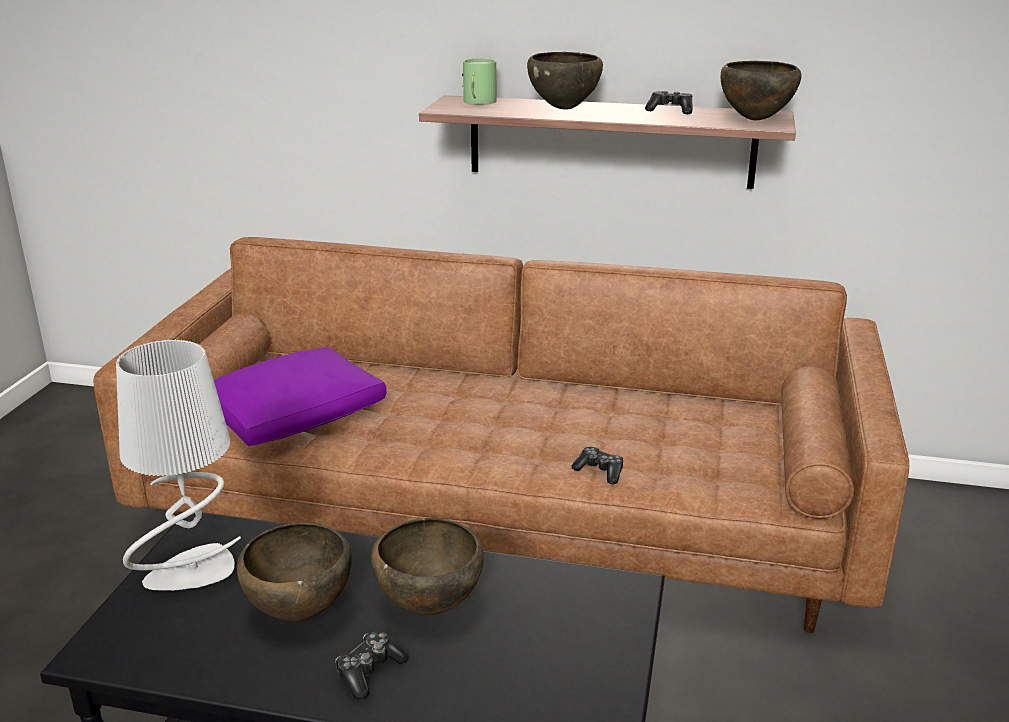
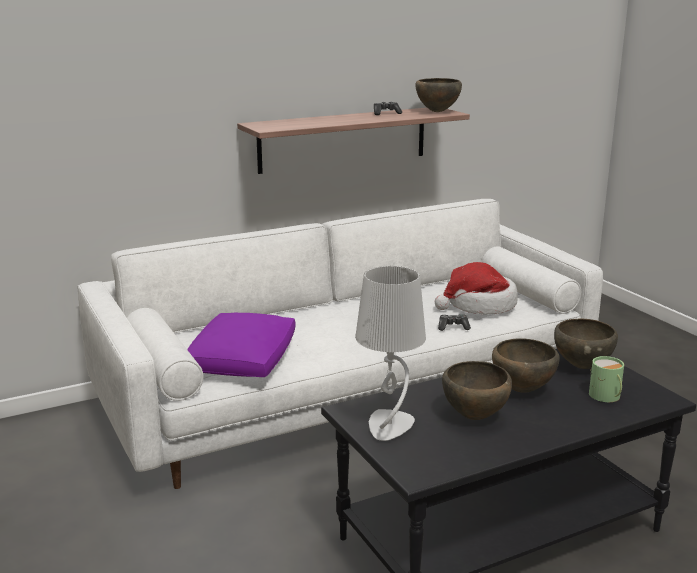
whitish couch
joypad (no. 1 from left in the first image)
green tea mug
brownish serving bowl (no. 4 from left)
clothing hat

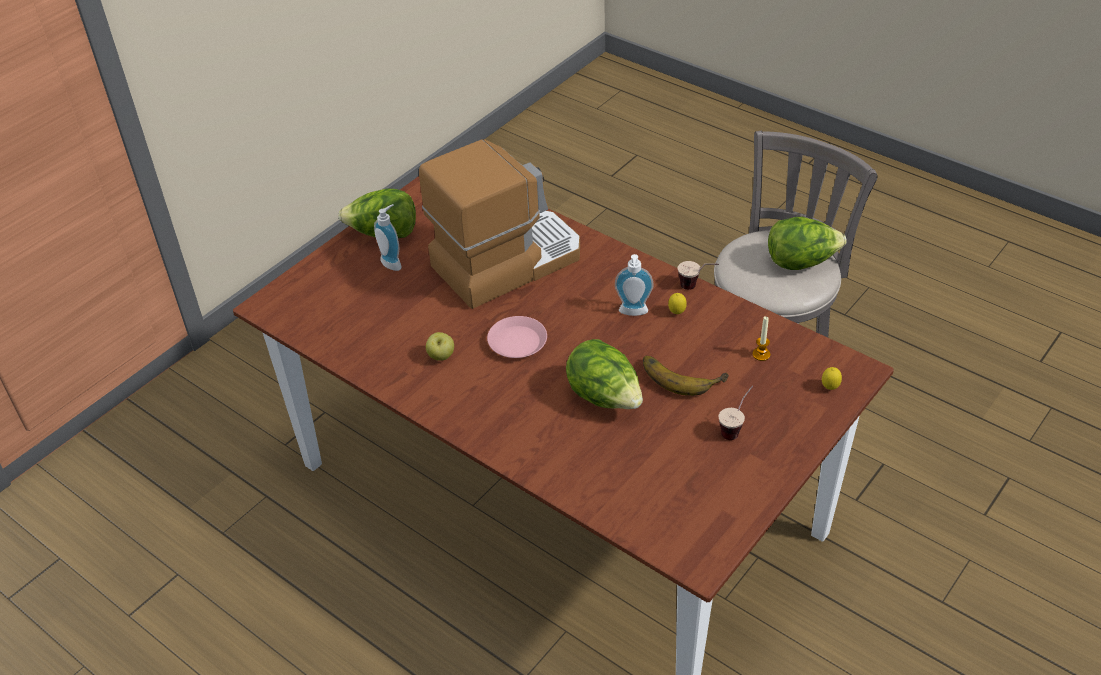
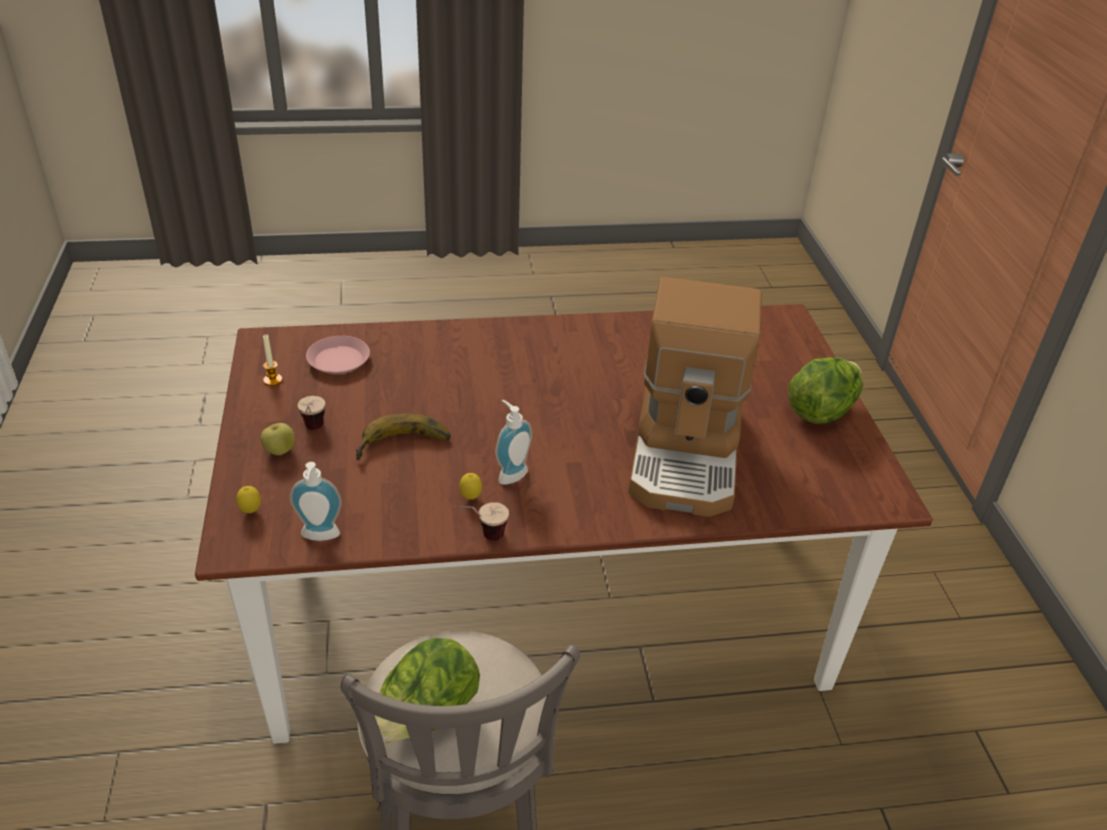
liquid soap bottle (no. 1 from left)
apple
pink-coloured dinner plate
lettuce (no. 2 from left in the first image)
wax light

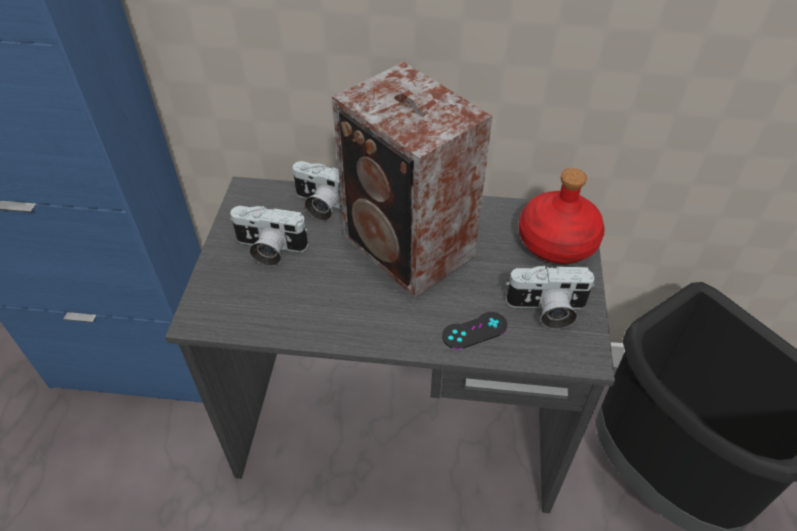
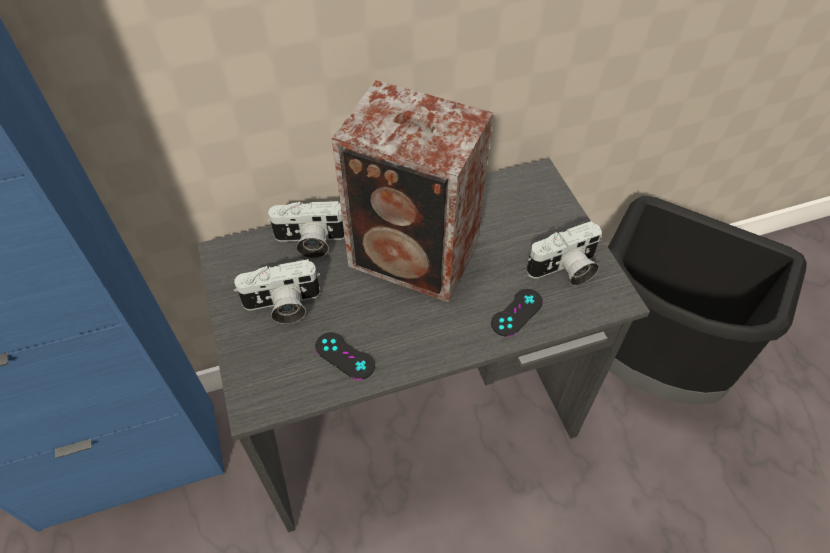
red drink bottle
blackish joypad (no. 1 from left)

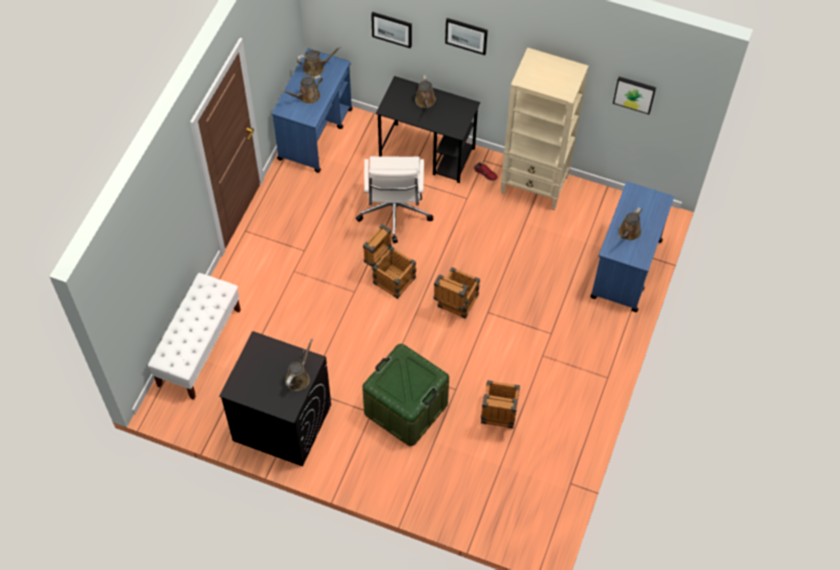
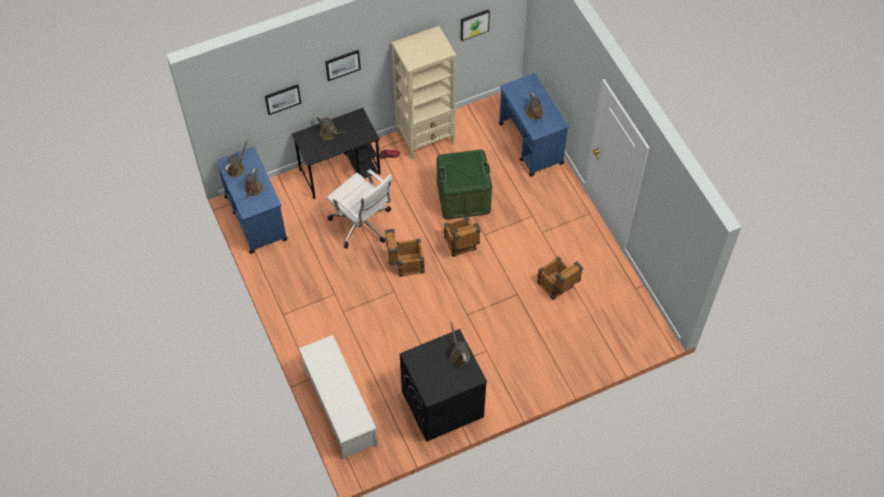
whitish shoe rack
green storage bin

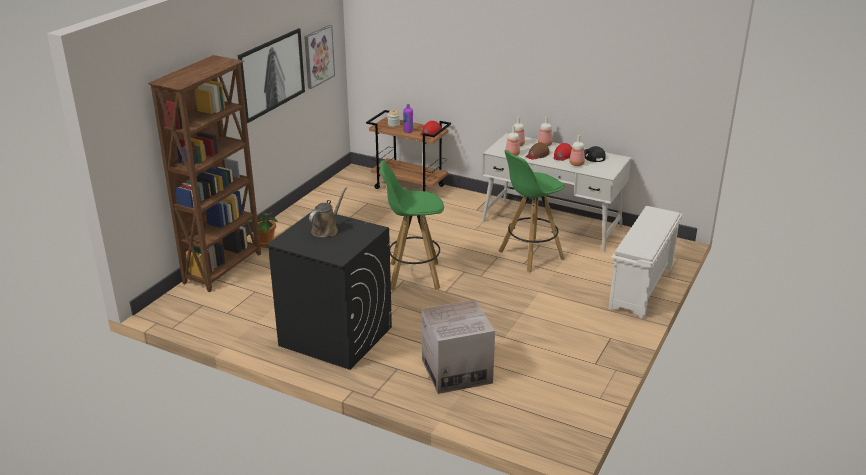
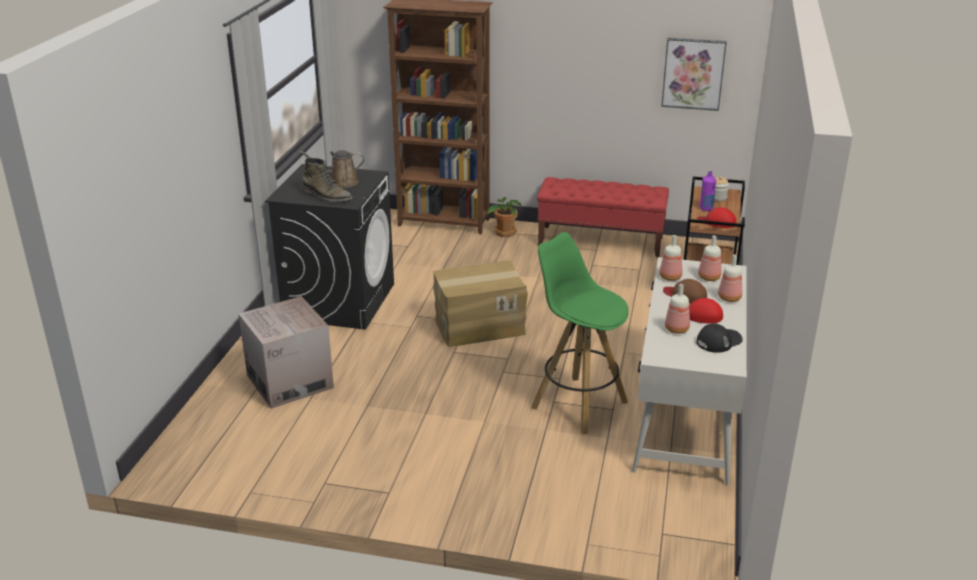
wall picture (no. 1 from left in the first image)
brownish watering can
cardboard box (no. 2 from left)
whitish shoe rack
green tall boot
red indoor bench

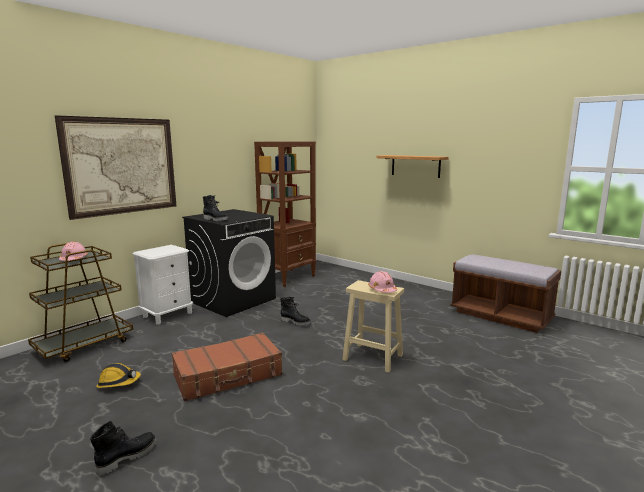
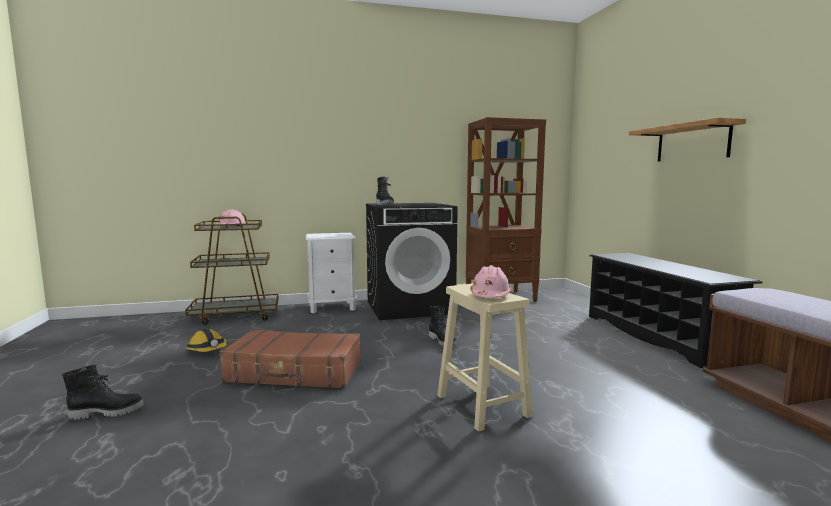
wall picture
blackish shoe rack

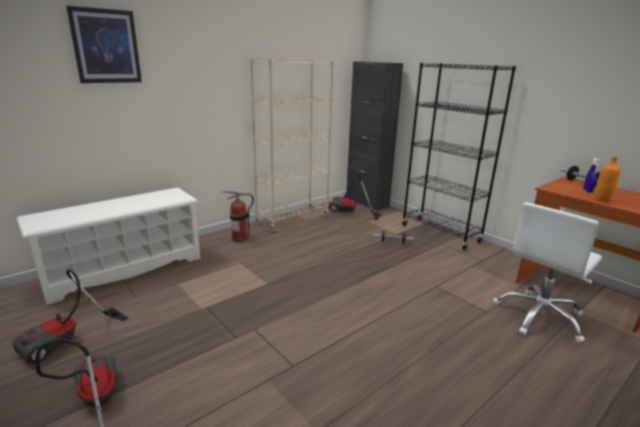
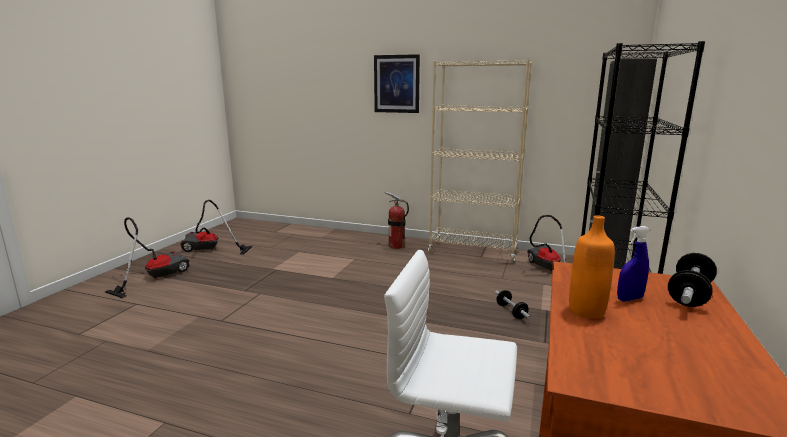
whitish shoe rack
wall picture

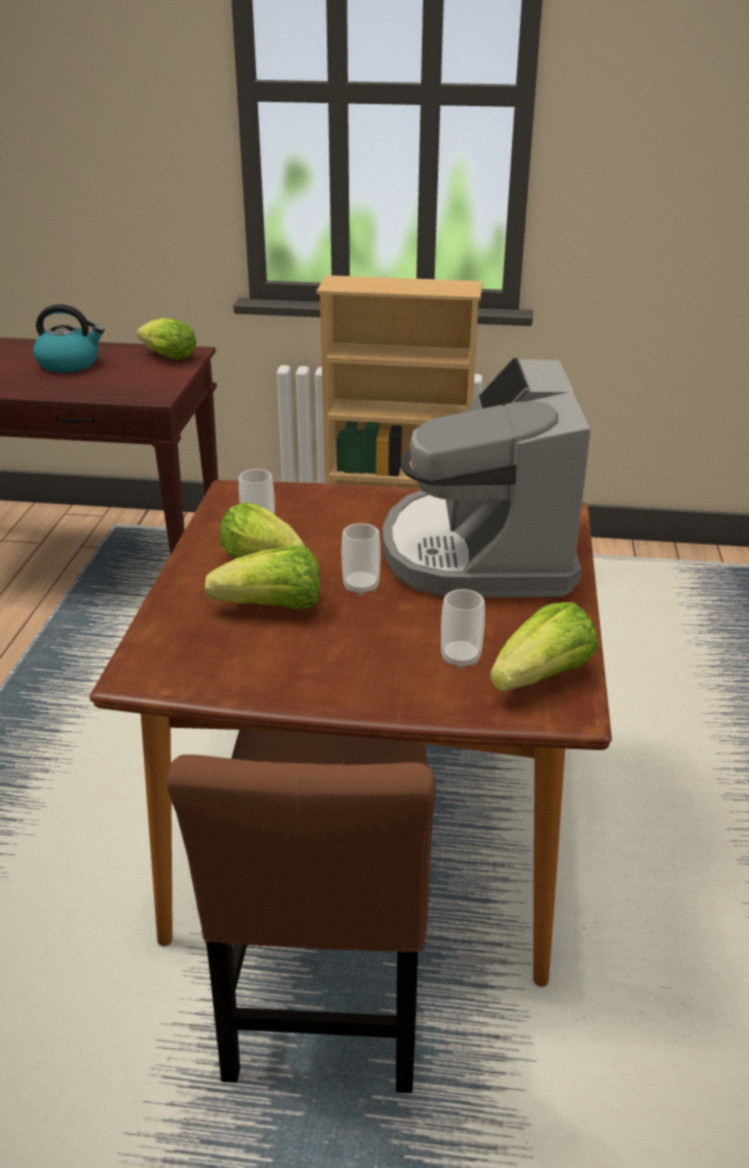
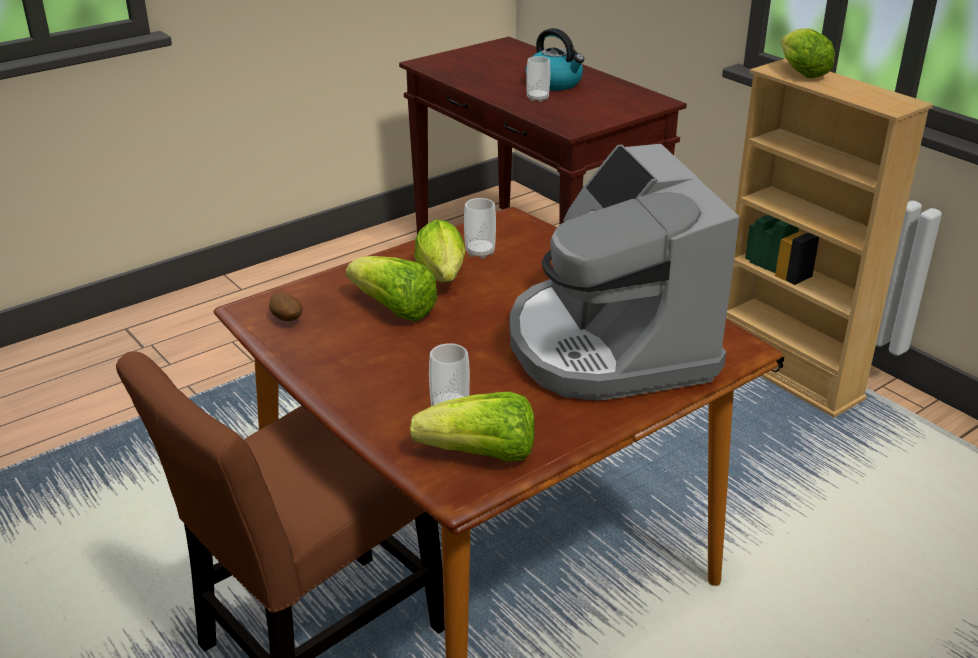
lettuce (no. 4 from left)
small cup (no. 3 from left)
coffee machine
spud

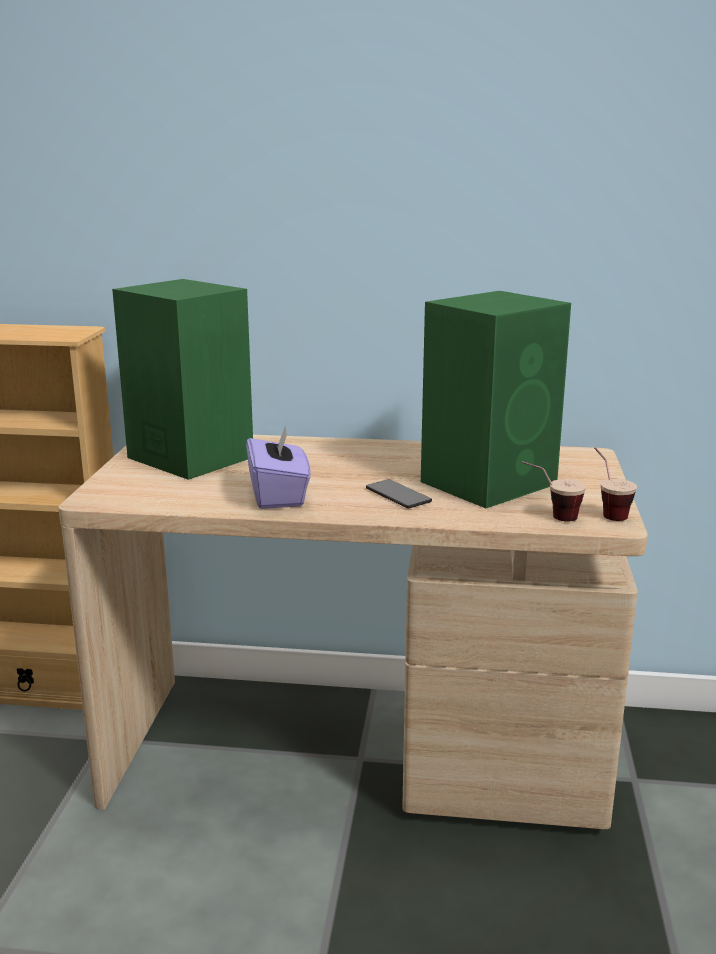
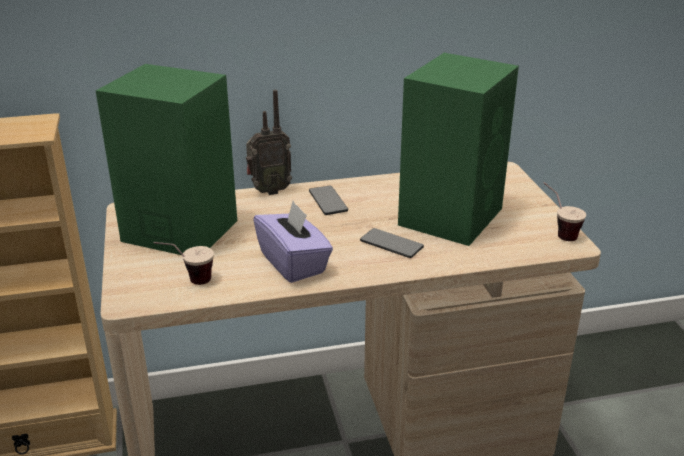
small cup (no. 1 from left)
radio set
handset (no. 1 from left)

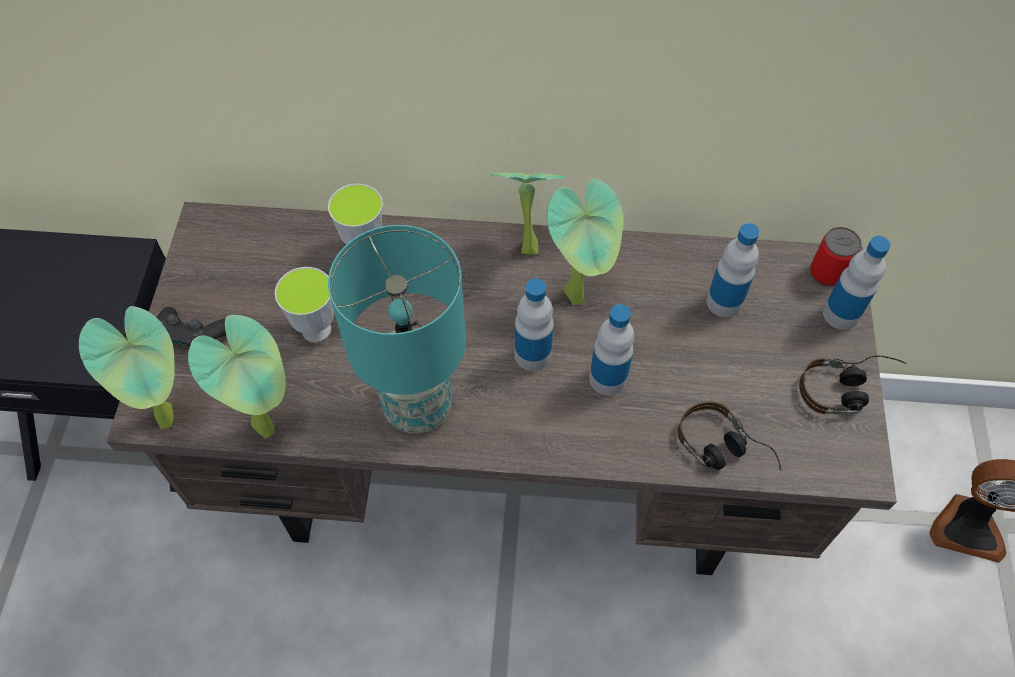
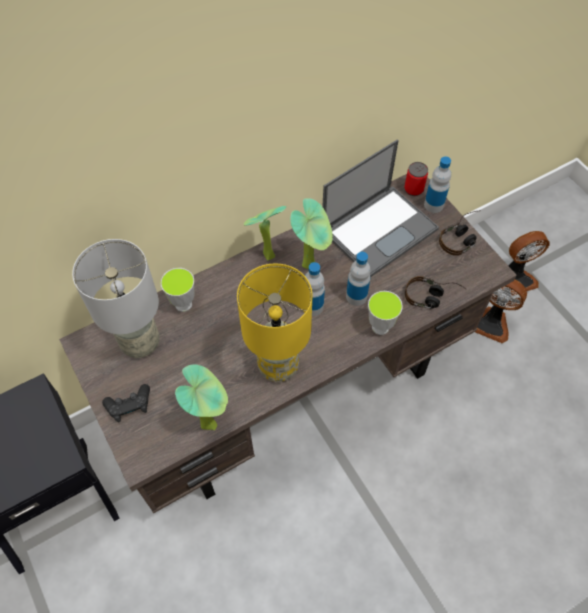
potted plant (no. 1 from left in the first image)
small cup (no. 2 from left)
yellow-coloured lamp for a table
laptop
grey lamp for a table
cooling fan (no. 1 from left)

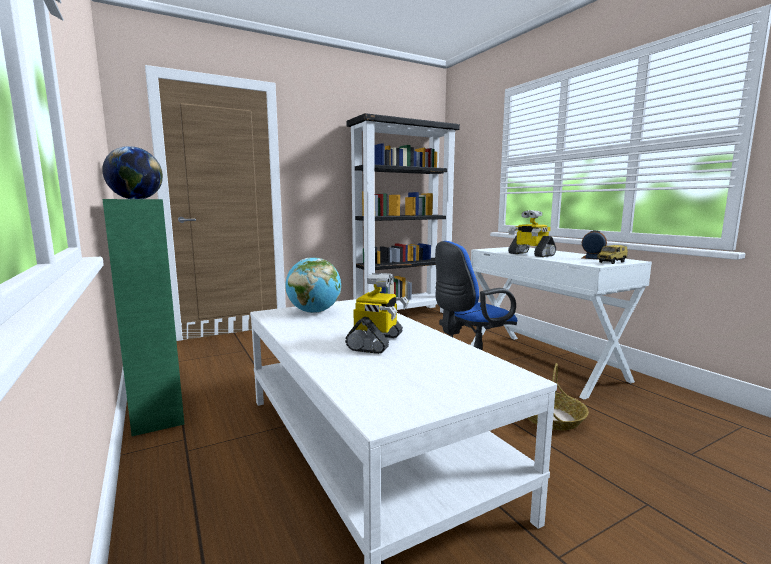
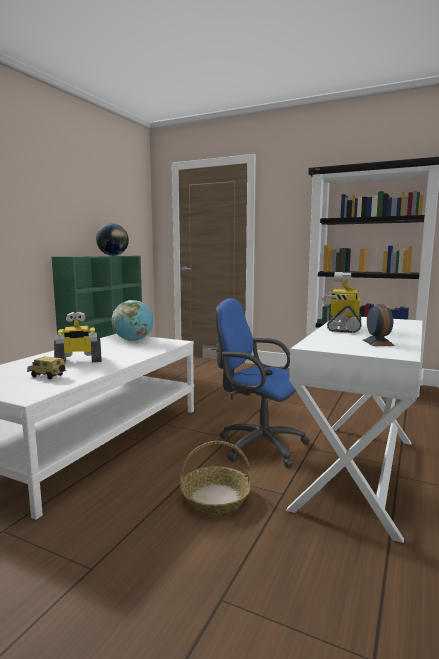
model car

